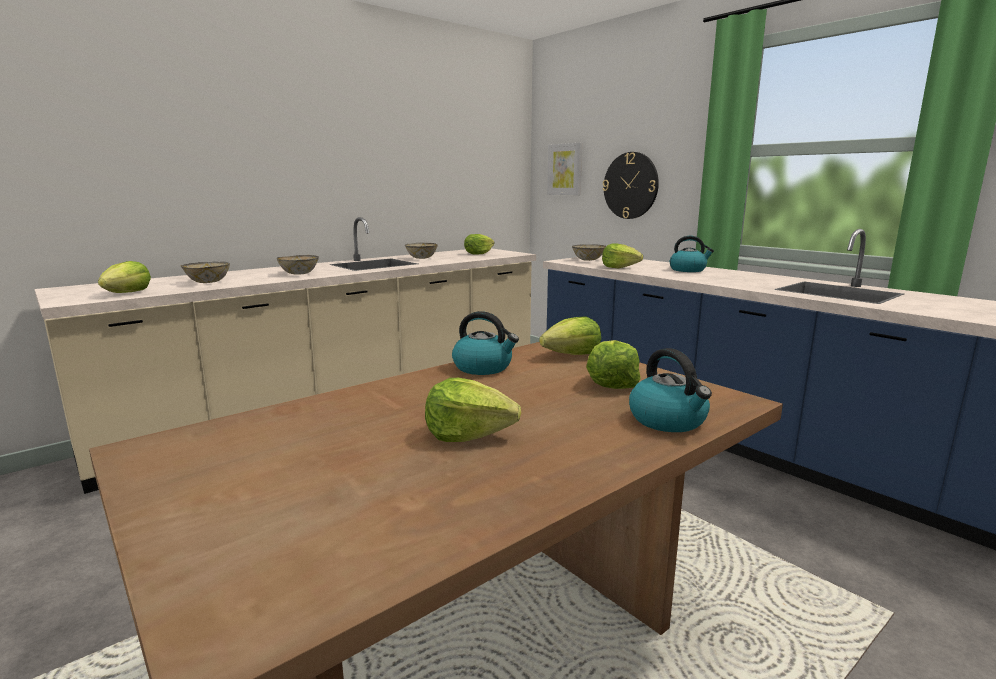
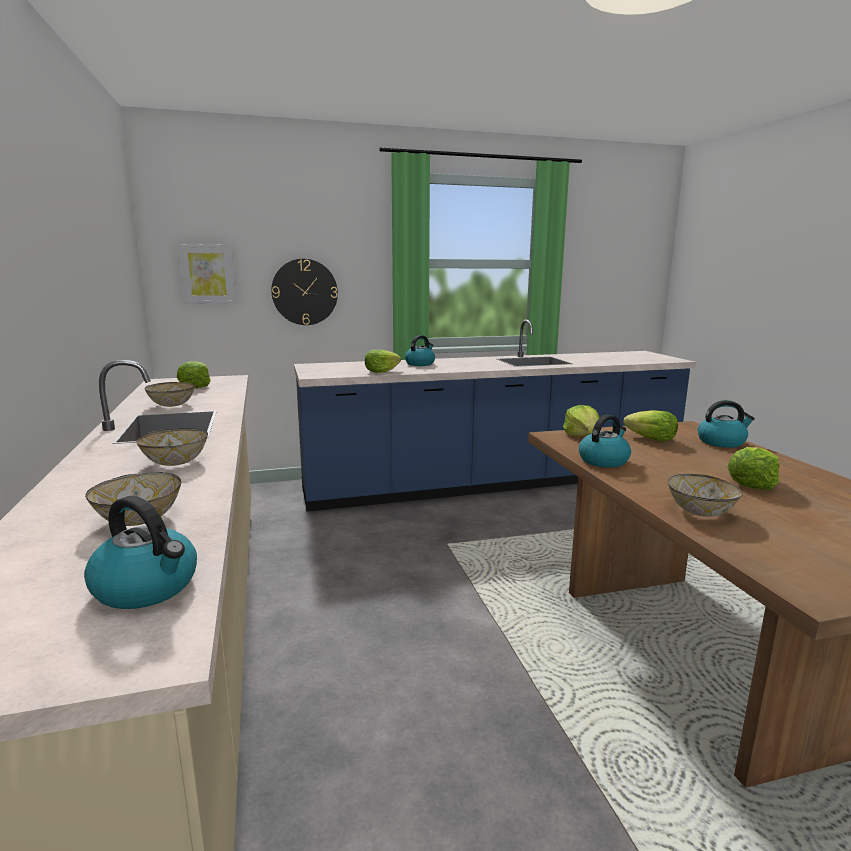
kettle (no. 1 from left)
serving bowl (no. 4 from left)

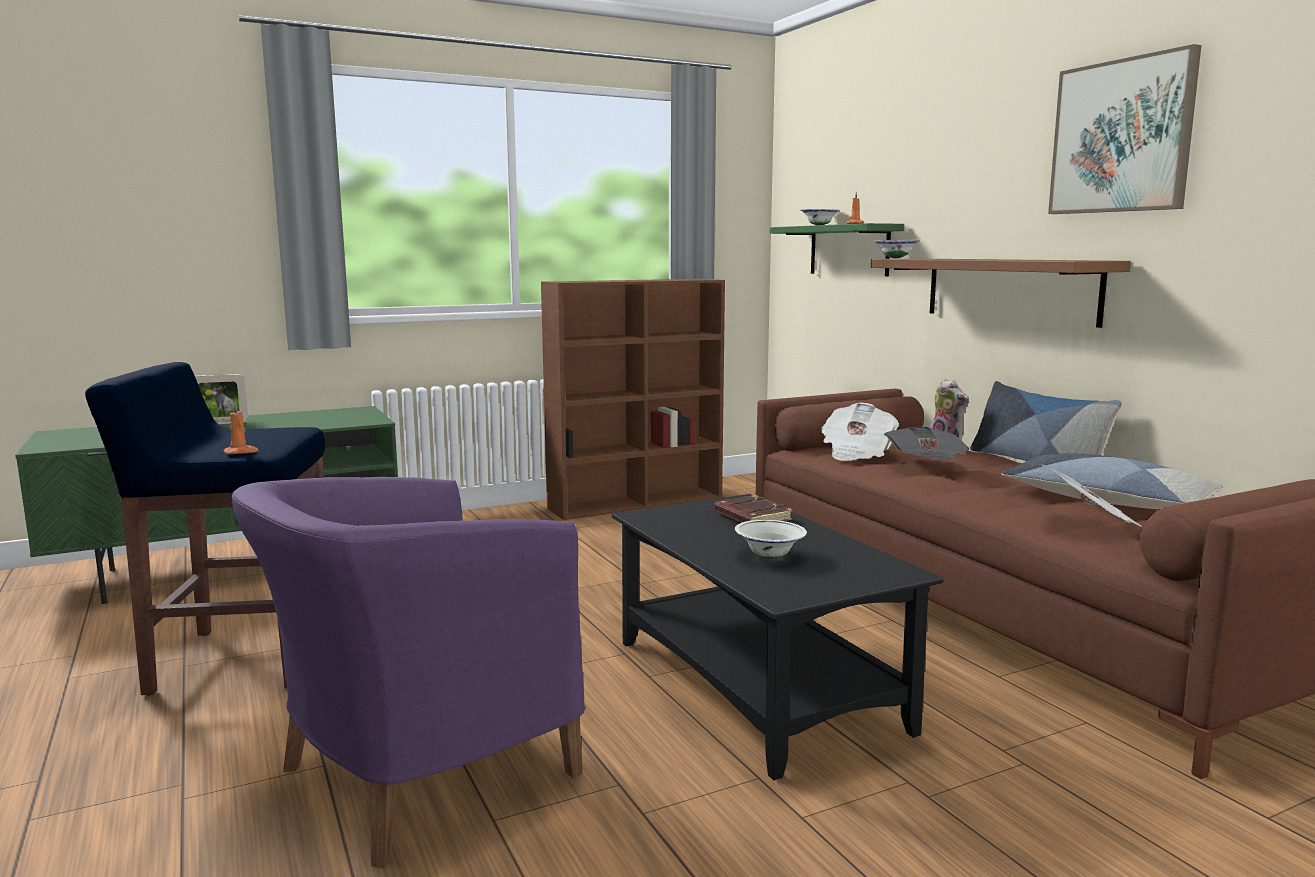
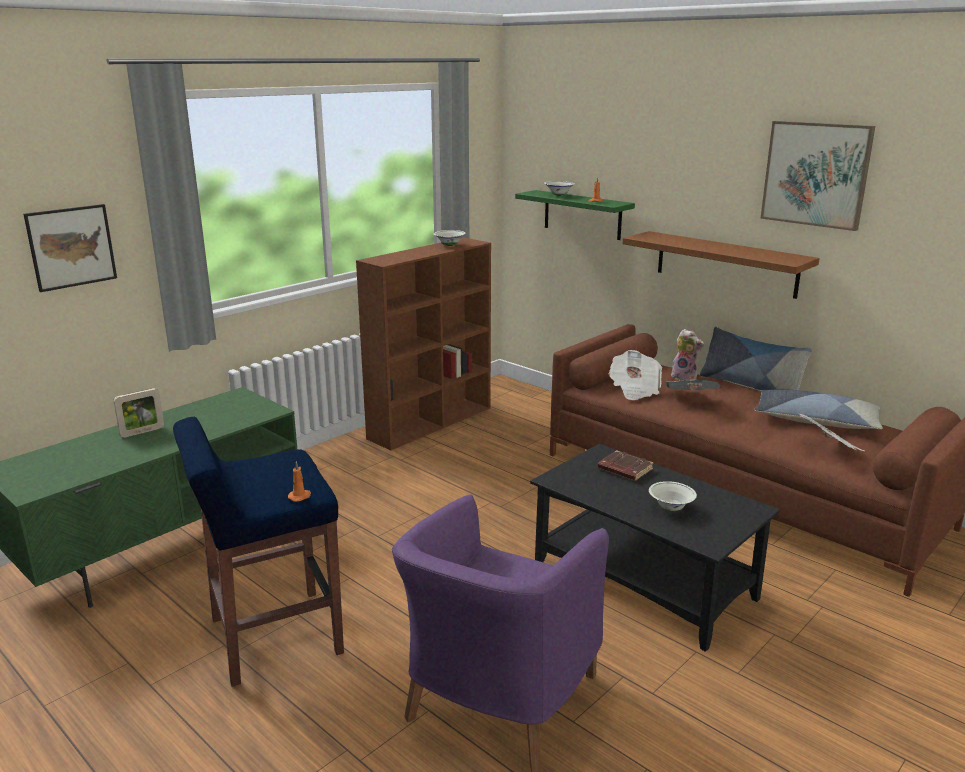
whitish serving bowl (no. 1 from left)
wall picture (no. 1 from left)

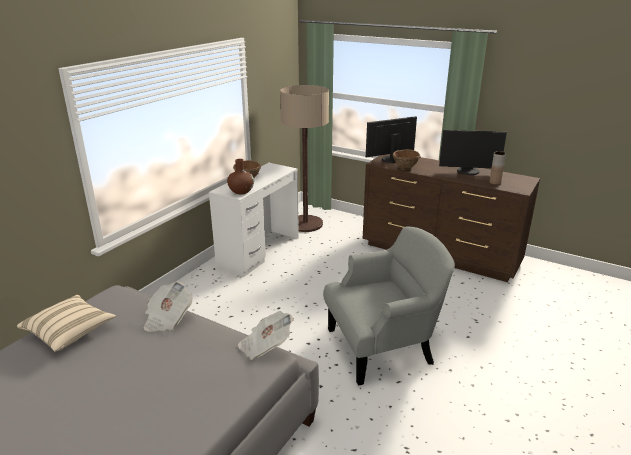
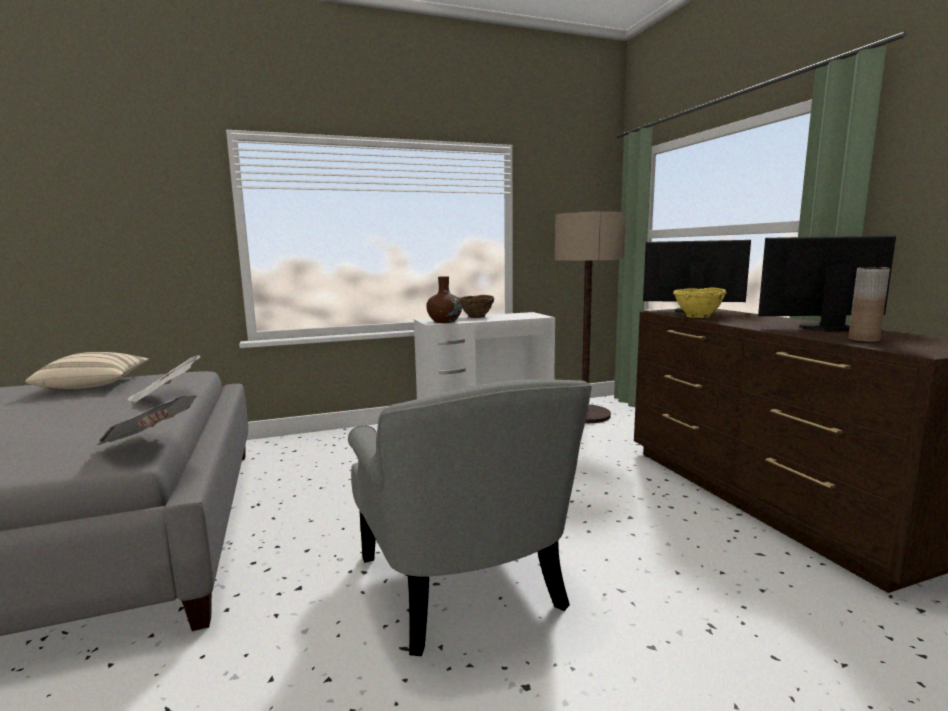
grey armchair
yellow-coloured serving bowl
monitor (no. 2 from left)

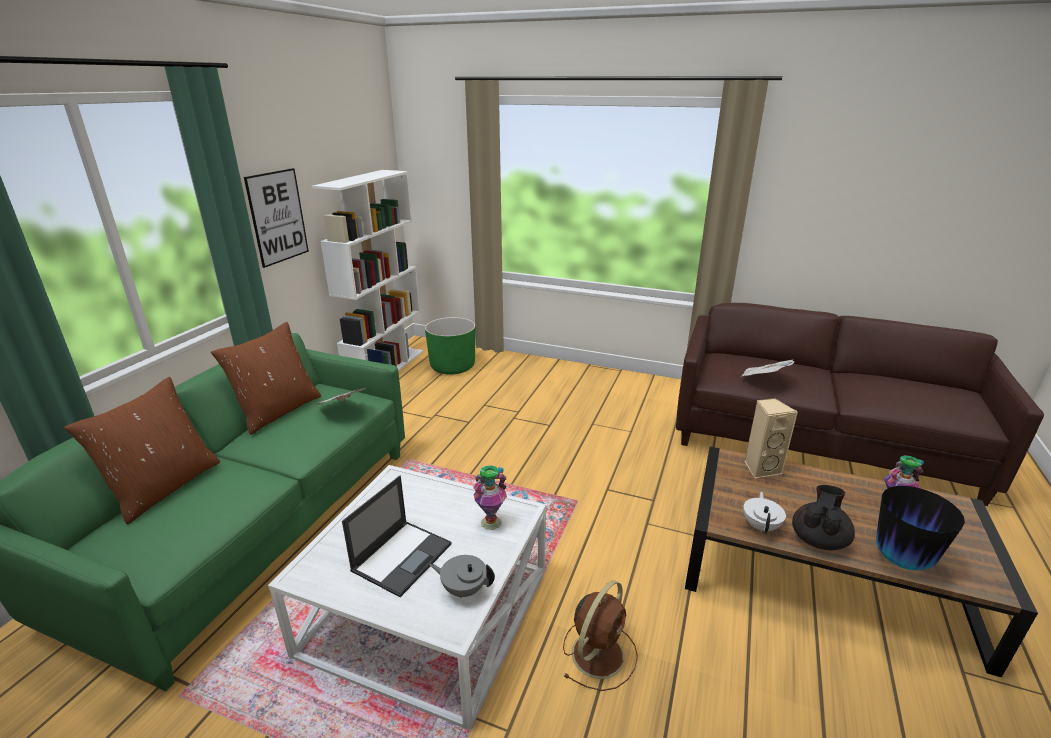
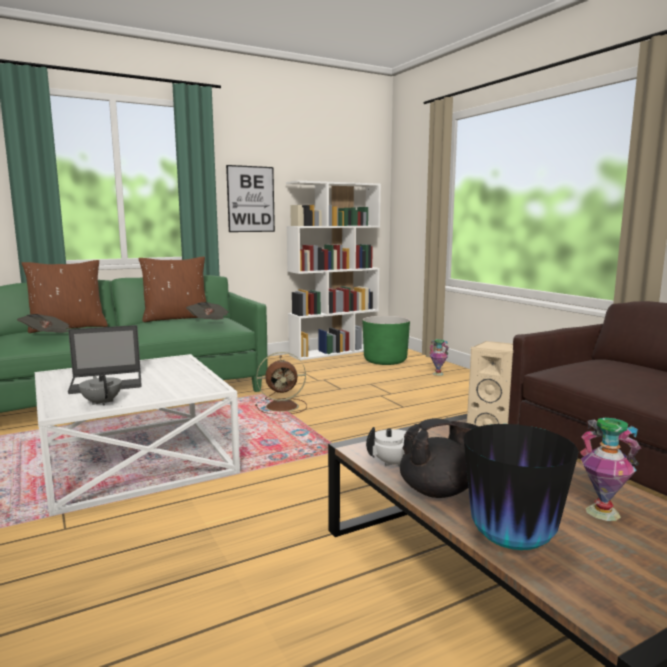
decorative vase (no. 1 from left)
brownish cooling fan
printed paper (no. 1 from left)

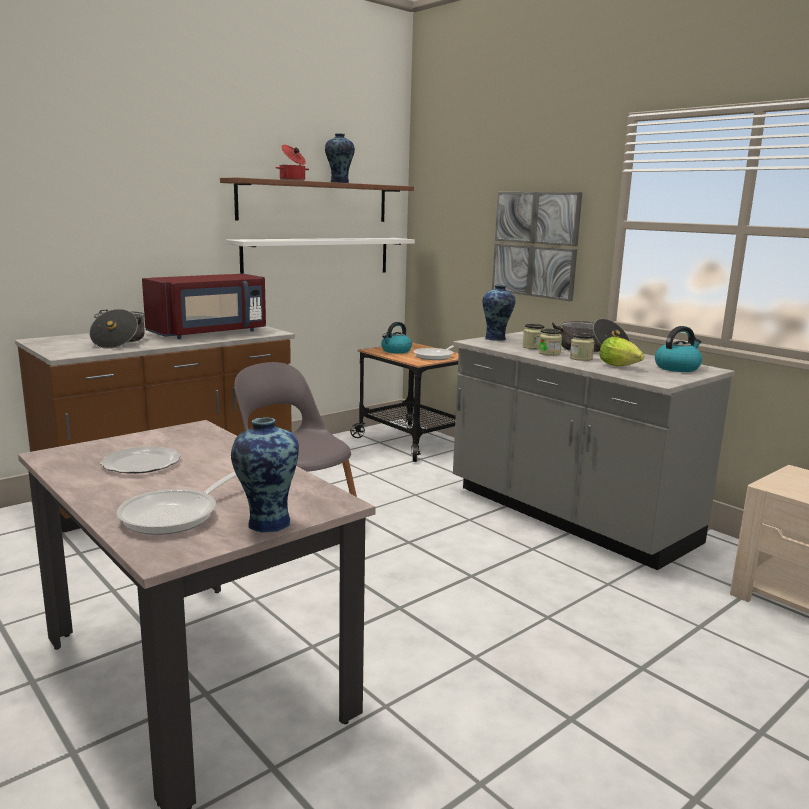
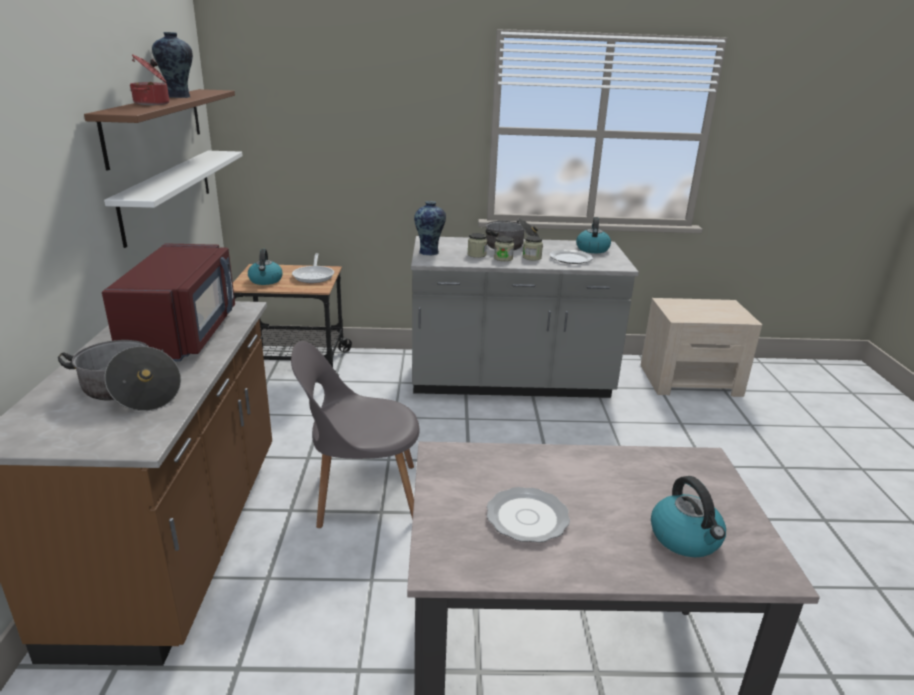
kettle (no. 3 from left)
decorative vase (no. 1 from left in the first image)
wall picture
dinner plate (no. 2 from left)

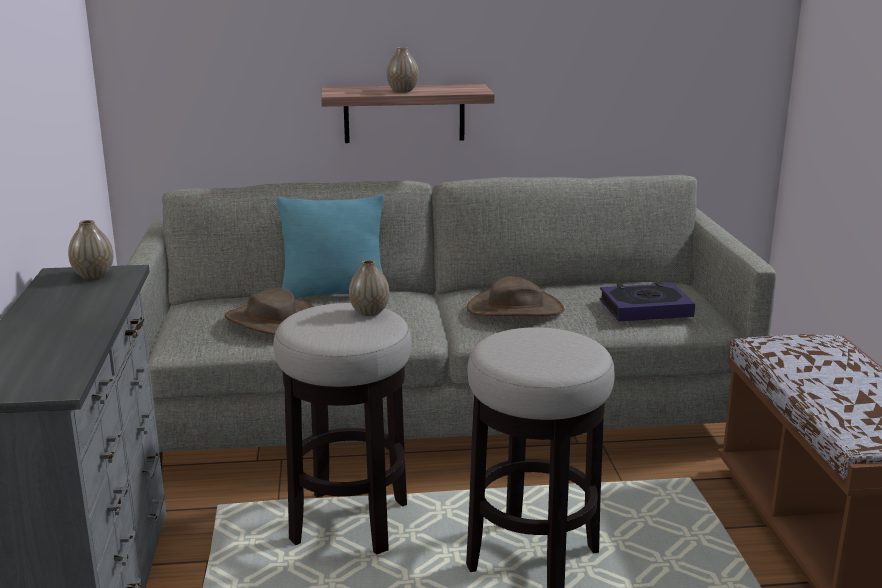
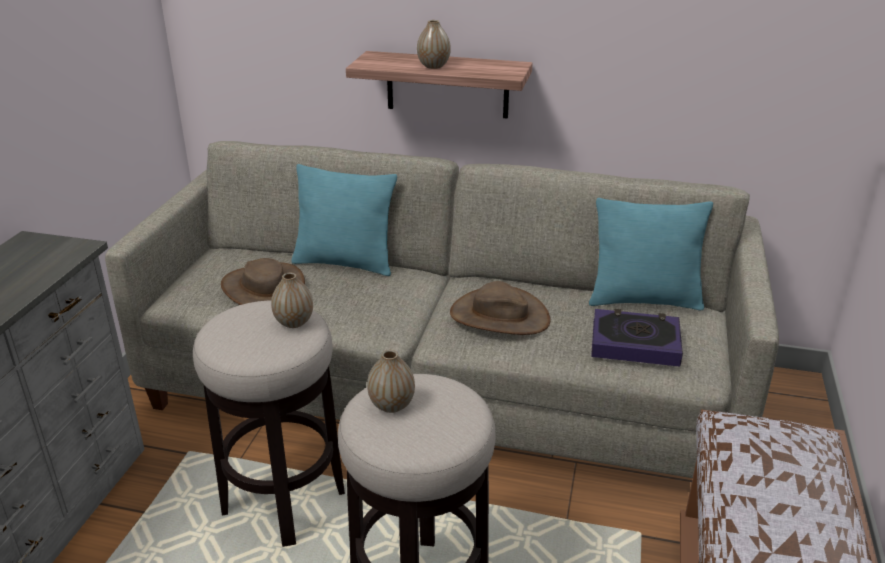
decorative vase (no. 2 from left)
turquoise-coloured throw pillow (no. 2 from left)

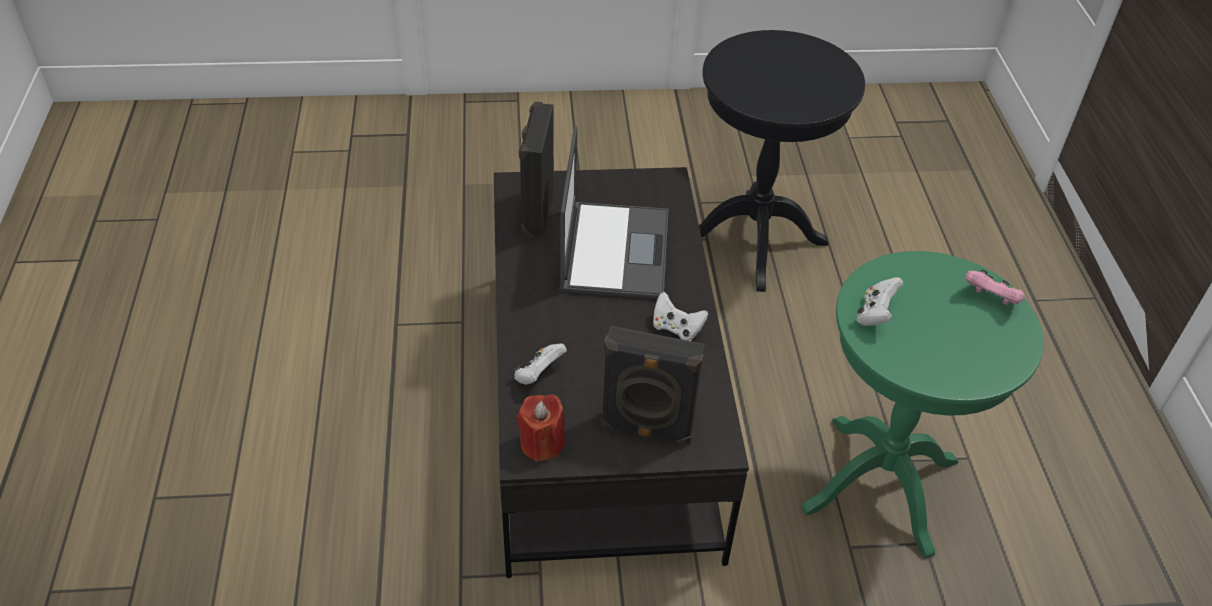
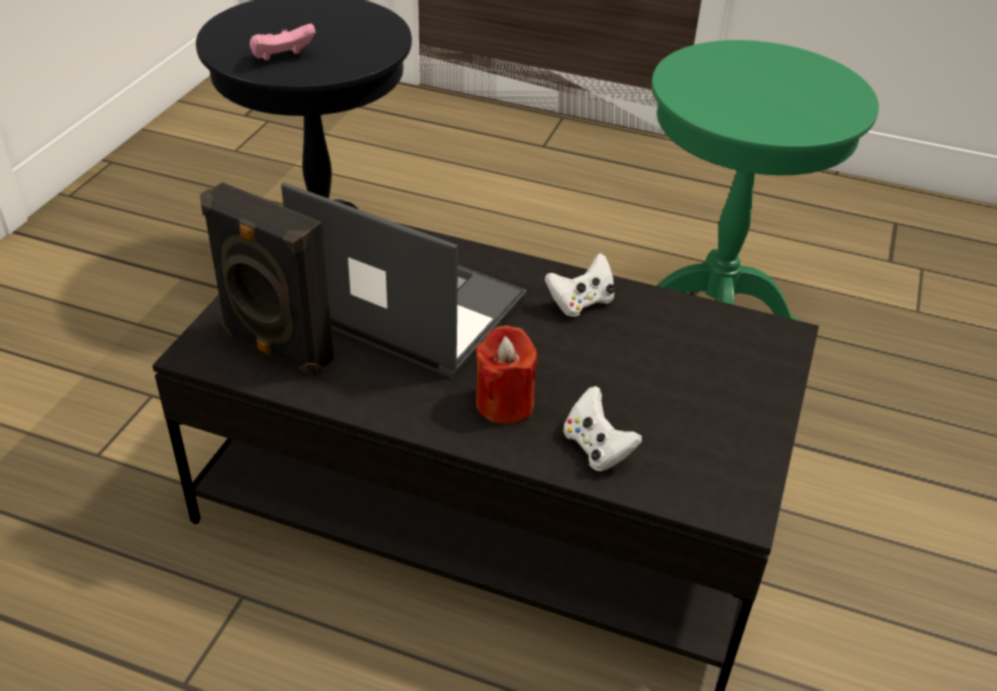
red wax light
blackish loudspeaker (no. 2 from left in the first image)
whitish joypad (no. 3 from left in the first image)
pink-coloured joypad

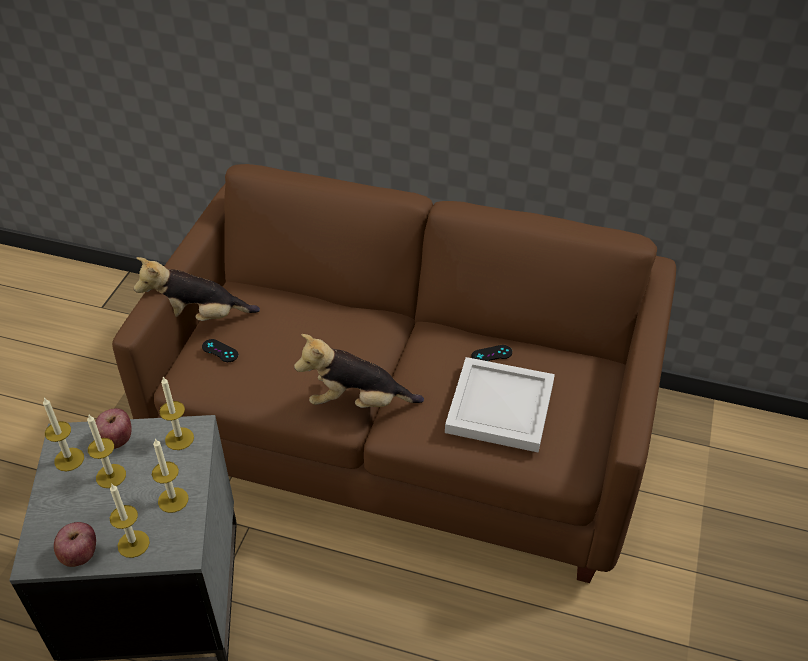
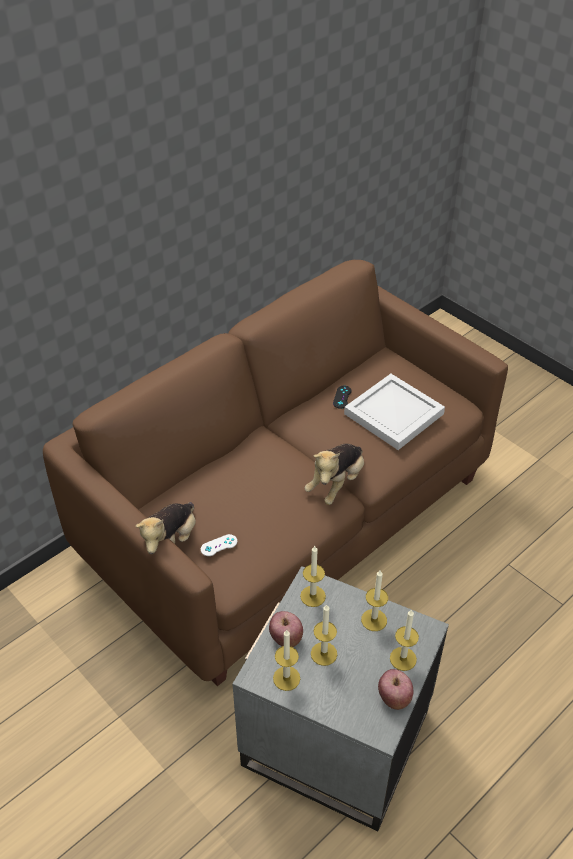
whitish joypad

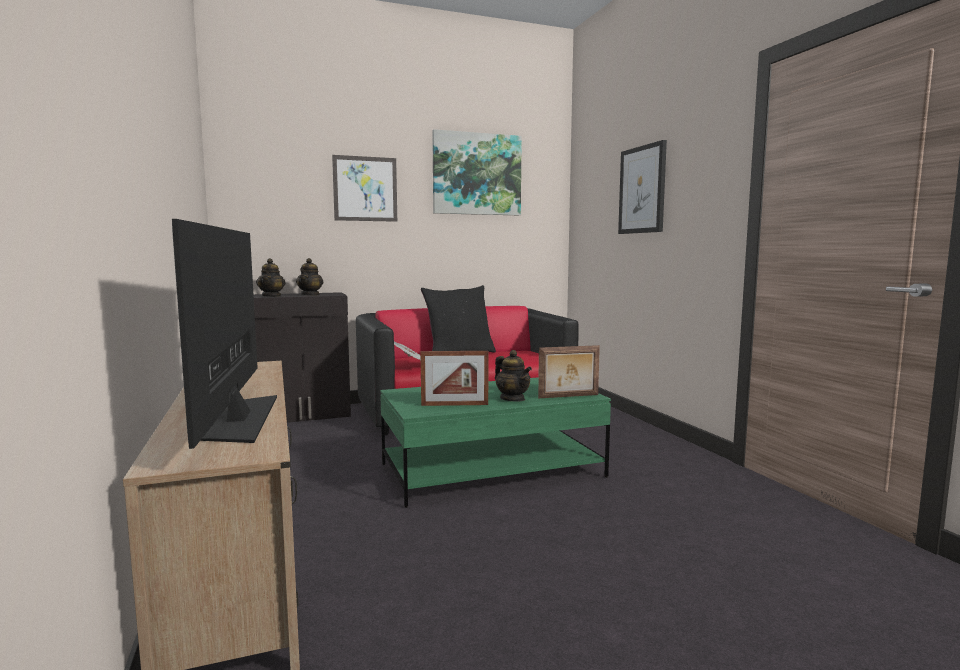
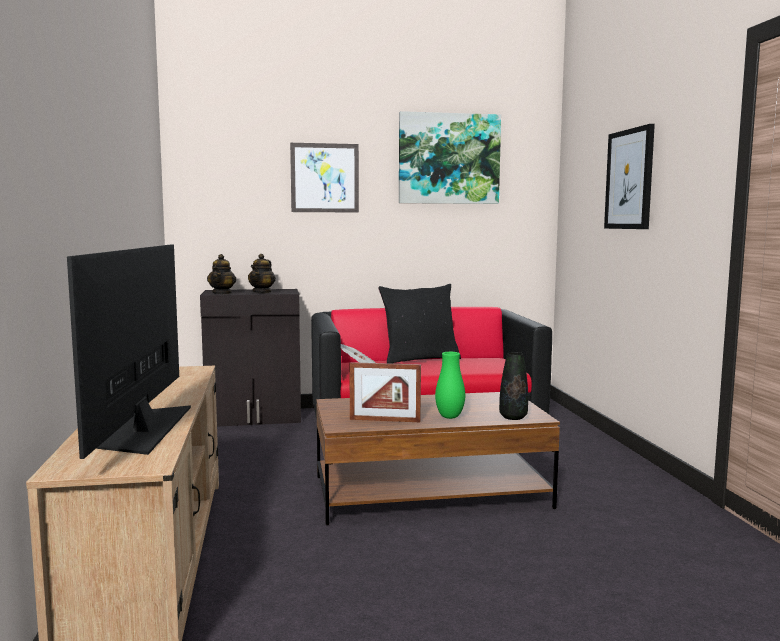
brownish coffee table
green decorative vase
blackish decorative vase

